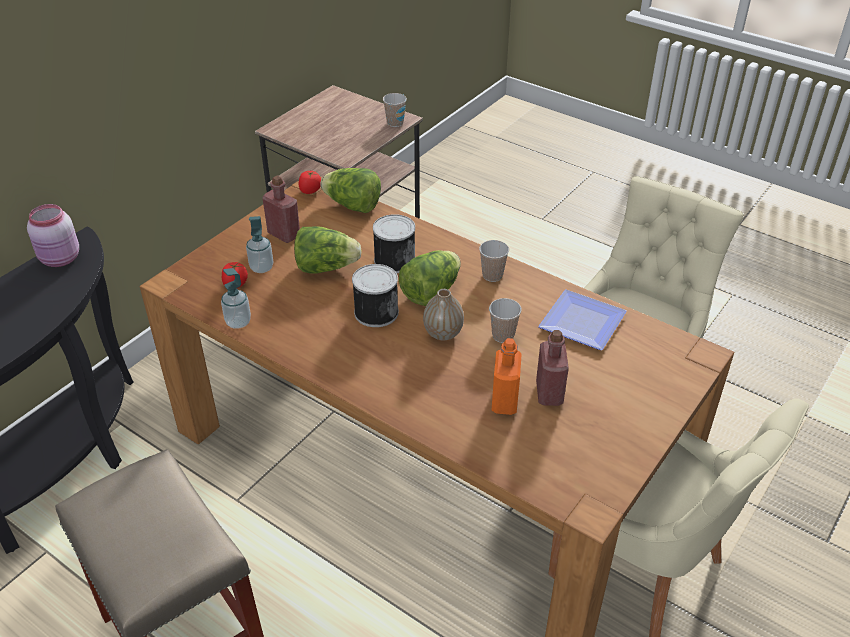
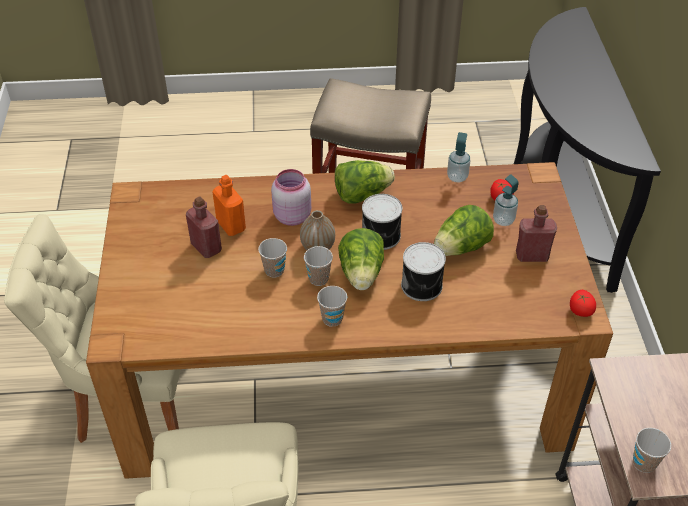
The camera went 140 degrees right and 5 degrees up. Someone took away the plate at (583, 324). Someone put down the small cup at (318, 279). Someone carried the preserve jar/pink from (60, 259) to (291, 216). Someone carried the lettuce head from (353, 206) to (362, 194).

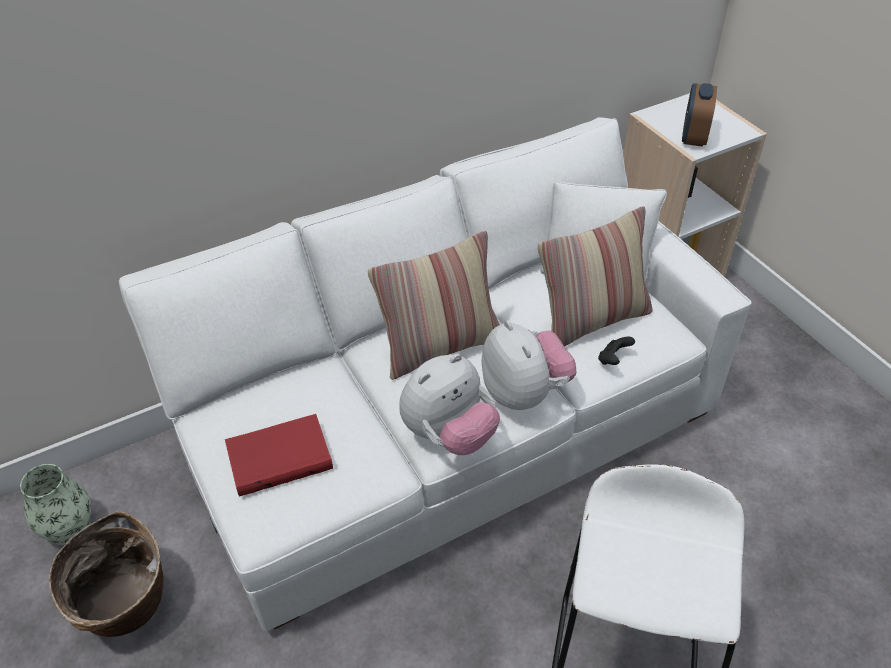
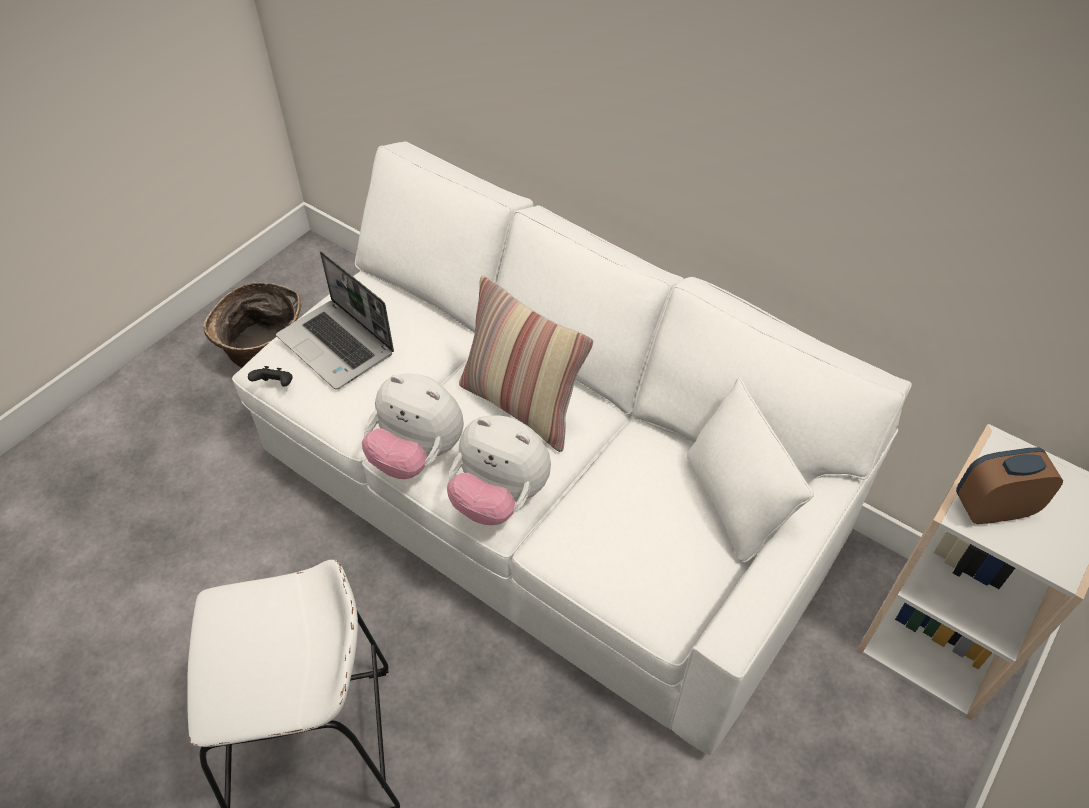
The camera went 65 degrees right and 5 degrees up. Someone took away the vase at (69, 527). Someone took away the cushion at (592, 321). Someone carried the gamepad/black from (613, 359) to (275, 385). Someone swapped the bound book/red at (280, 456) for the notebook computer at (338, 346). Someone rotated the plush toy at (524, 393) by 75 degrees clockwise.

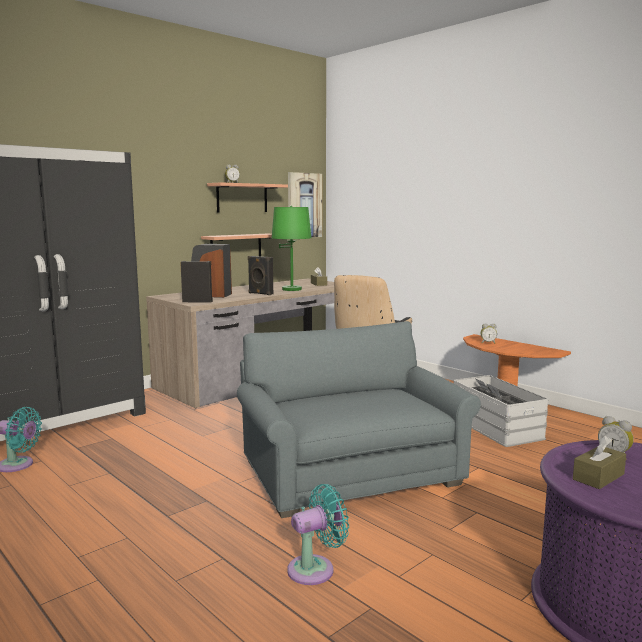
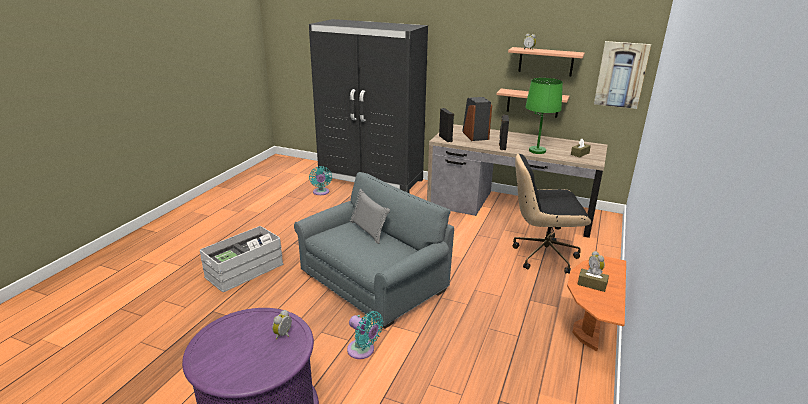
The camera went 65 degrees right and 15 degrees up. Someone put down the cushion/gray at (369, 231). Someone carried the fan/turquoise-coloured from (315, 569) to (363, 351). Someone carried the storage bin/gray from (495, 427) to (244, 269). Someone carried the tissue box/brownish from (598, 477) to (592, 284).

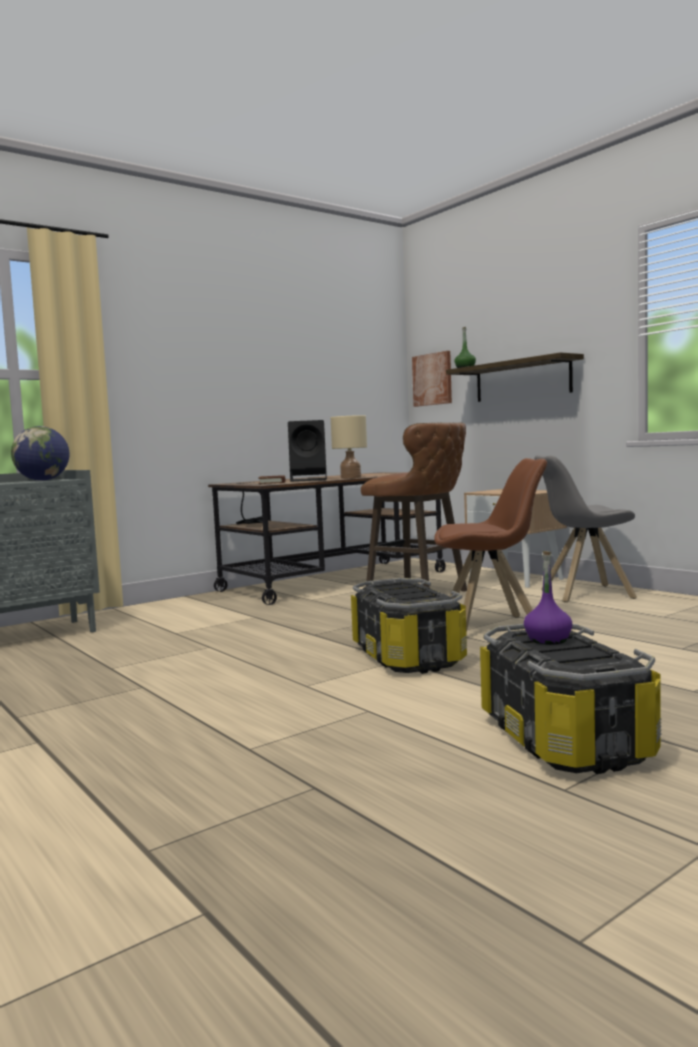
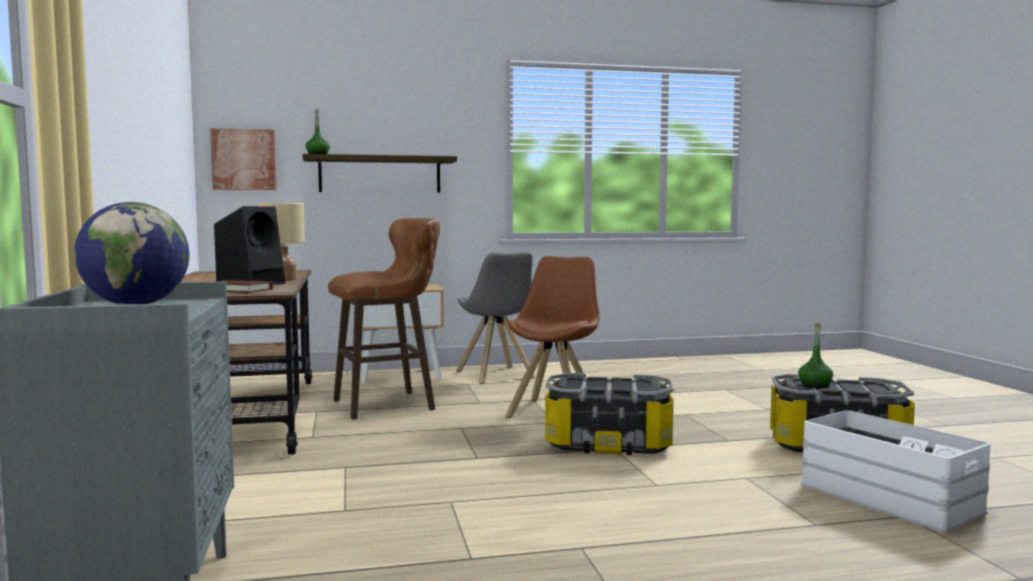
The camera went 65 degrees left and 0 degrees up. Someone put down the storage bin/whitish at (890, 497). Someone repainted the bottle/purplish at (548, 640), which became the bottle/greenish at (815, 385). Someone rotated the upright chair/gray at (585, 593) by 45 degrees counterclockwise.

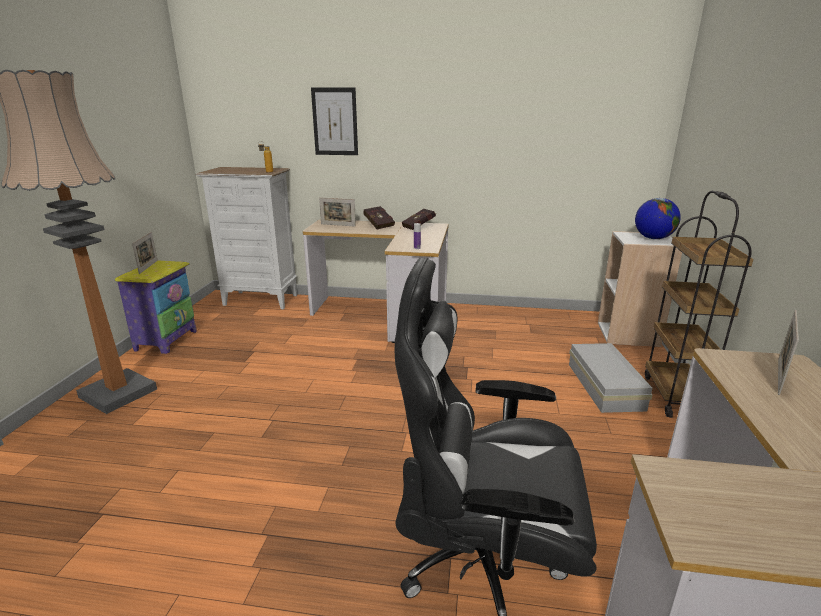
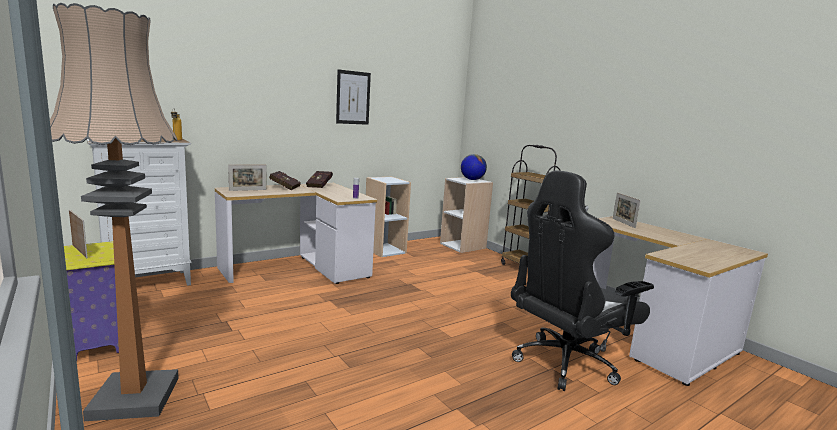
The camera went 45 degrees left and 10 degrees down. Someone took away the storage bin/whitish at (604, 387). Someone put down the bookshelf at (384, 250). Someone carried the picture from (335, 122) to (353, 97).

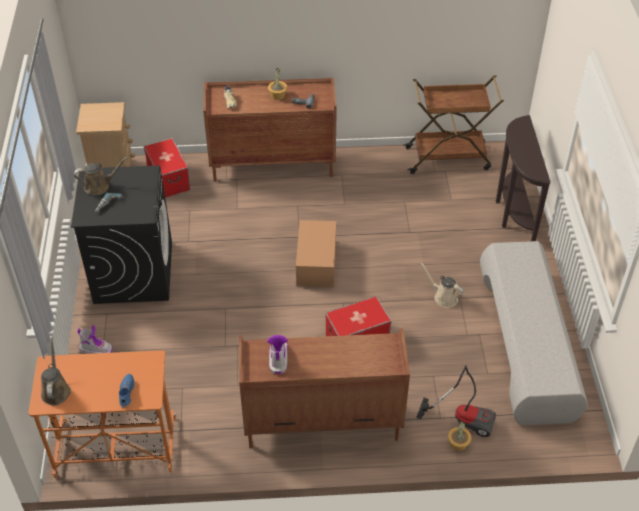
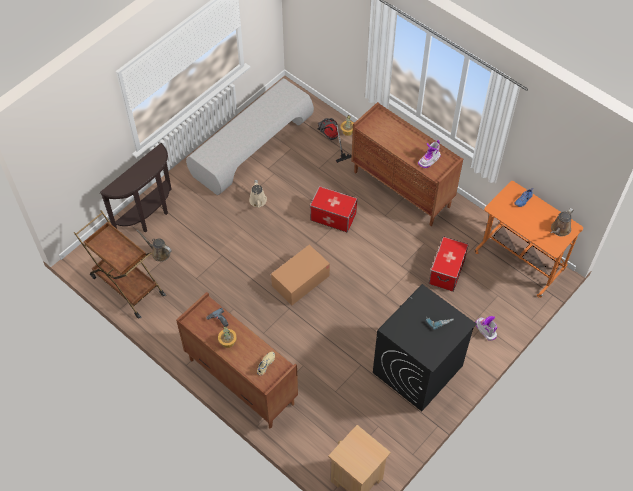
The camera went 135 degrees left and 10 degrees up. Someone carried the watering can/brownish from (99, 186) to (159, 253). Someone carried the storage bin from (168, 179) to (447, 271).

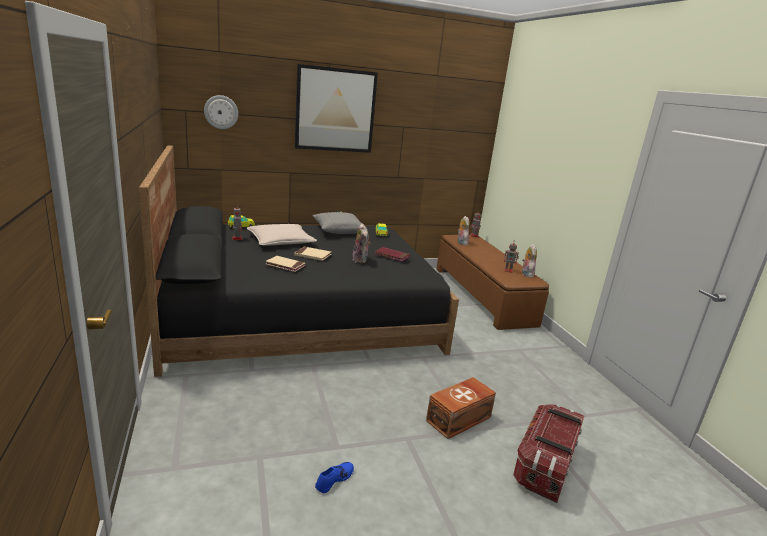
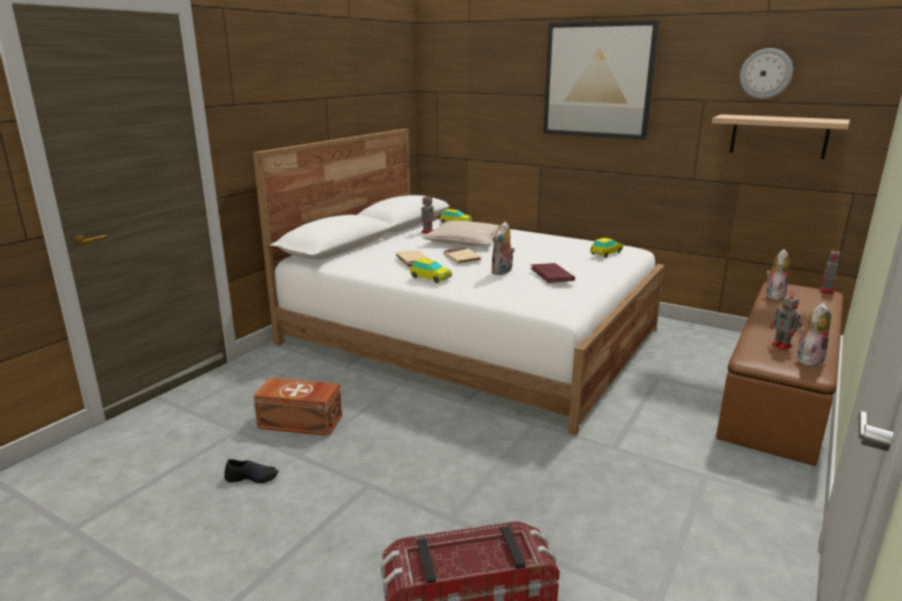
The camera went 50 degrees right and 0 degrees up. Someone took away the cushion/gray at (339, 231). Someone put down the toy car at (430, 278). Someone put up the shelf at (778, 136). Someone carried the clock on the wall from (221, 112) to (766, 73). Someone carried the storage bin/brownish from (460, 419) to (301, 423). Someone repainted the bedroom bed/black at (299, 315), which became the bedroom bed/whitish at (469, 336). Someone repainted the item of footwear/blue at (334, 479), which became the item of footwear/black at (252, 477).

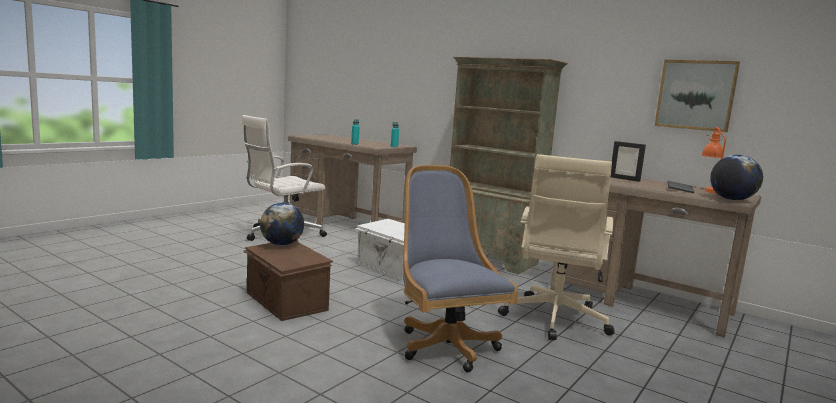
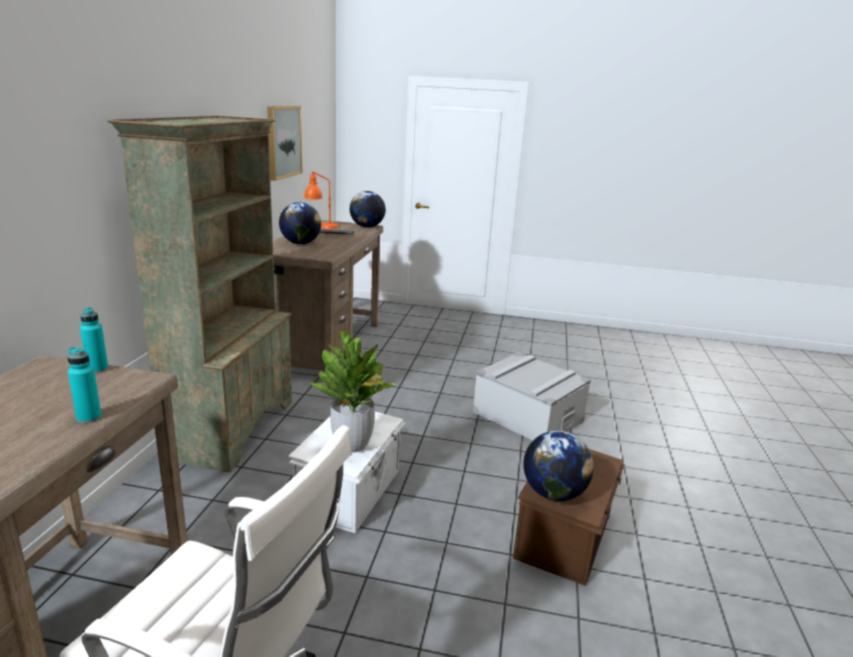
The camera went 115 degrees left and 10 degrees up. Someone took away the office chair/beige at (554, 320). Someone put down the potted plant at (352, 445). Someone swapped the office chair/blue at (444, 343) for the storage bin/gray at (527, 416). Someone swapped the standing frame at (624, 179) for the desk globe at (300, 243).

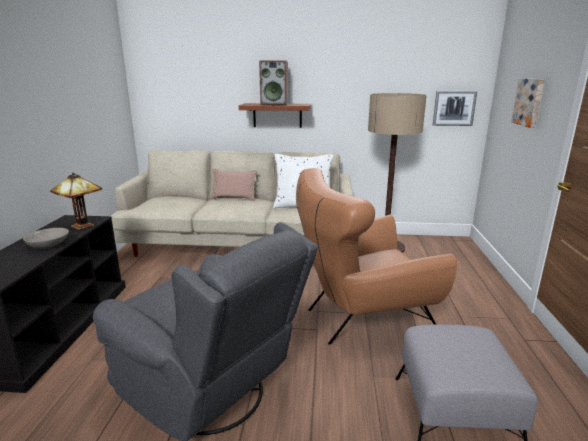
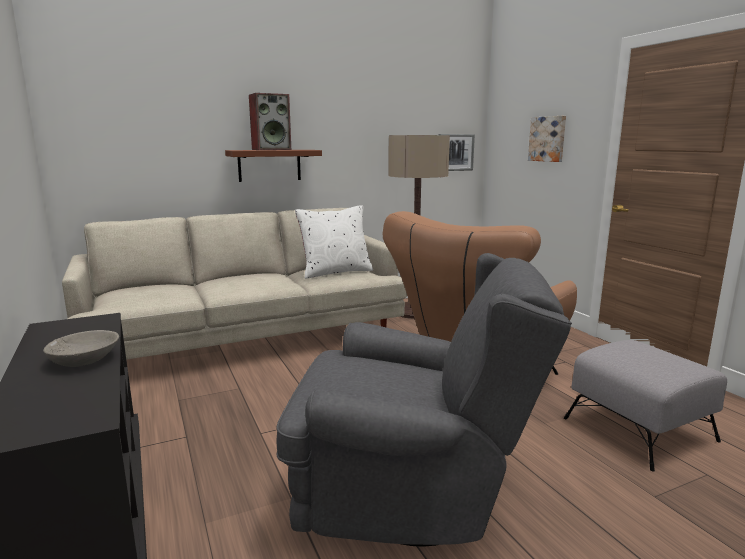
The camera went 30 degrees left and 5 degrees down. Someone took away the tabletop lamp at (83, 225). Someone took away the cushion/beige at (234, 198).

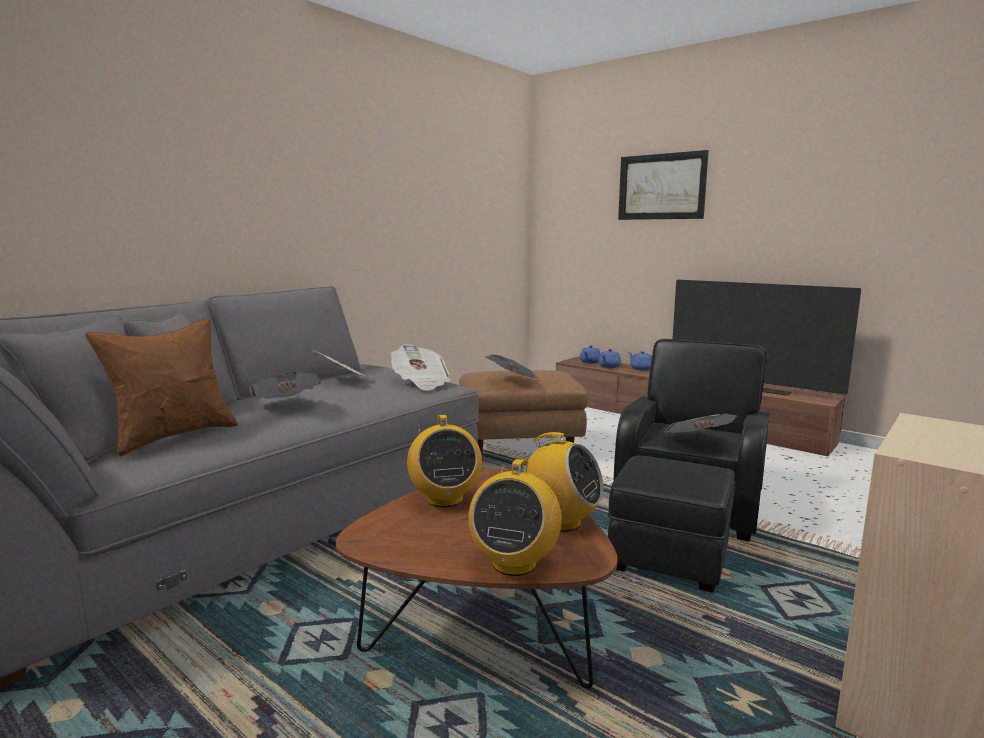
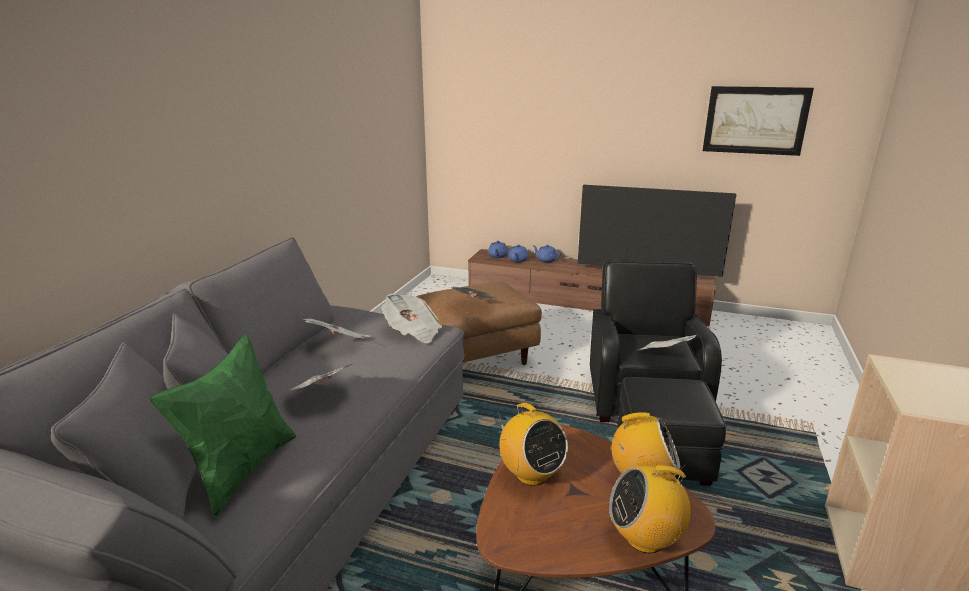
The camera went 20 degrees left and 10 degrees up. Someone carried the picture from (661, 187) to (755, 120). Someone repainted the cushion/brownish at (173, 436), which became the cushion/greenish at (242, 469). Someone rotated the radio set at (514, 563) by 90 degrees clockwise.

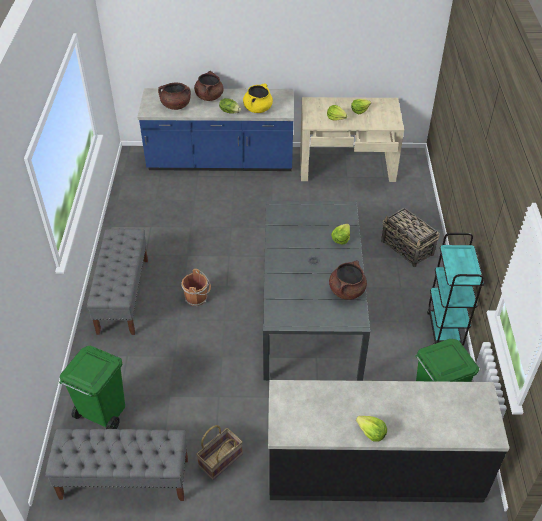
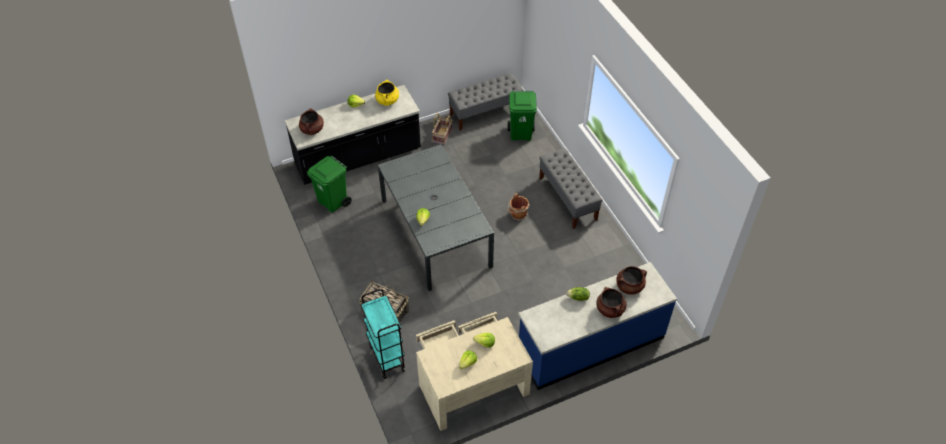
The camera went 155 degrees right and 5 degrees up. Someone carried the cooking pot/yellowish from (258, 109) to (387, 101). Someone carried the cooking pot/brownish from (347, 291) to (312, 130). Someone carried the wheeled cart/turquoise-coloured from (444, 332) to (386, 359).

